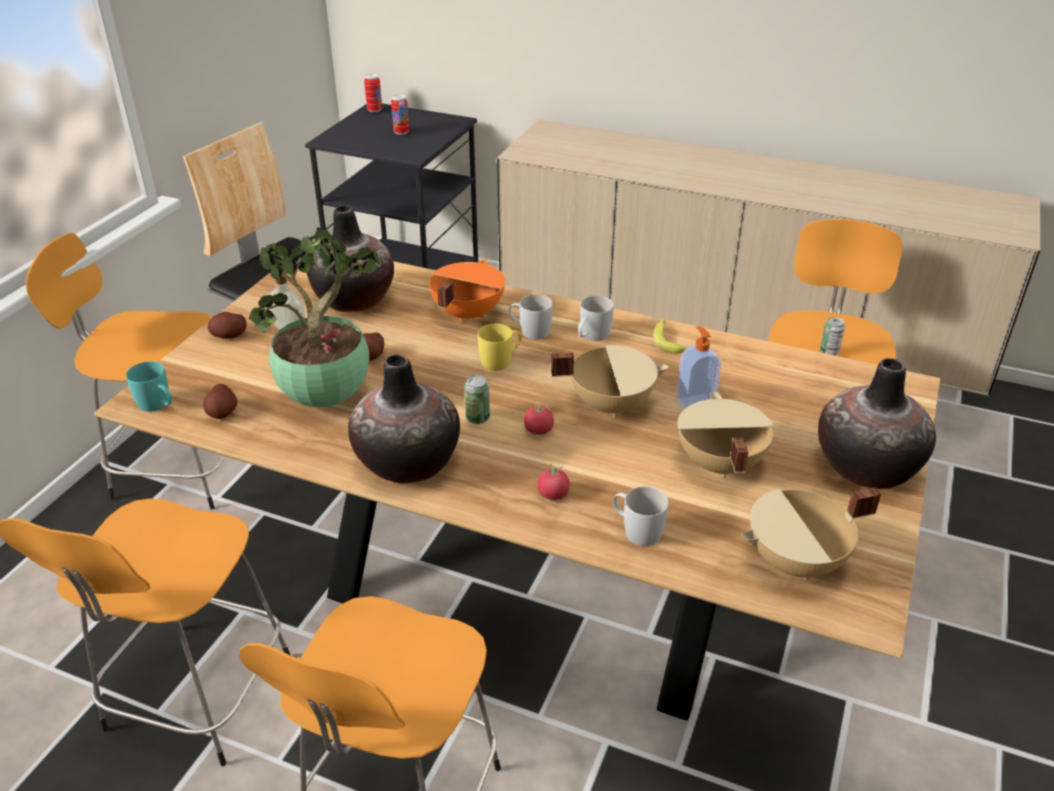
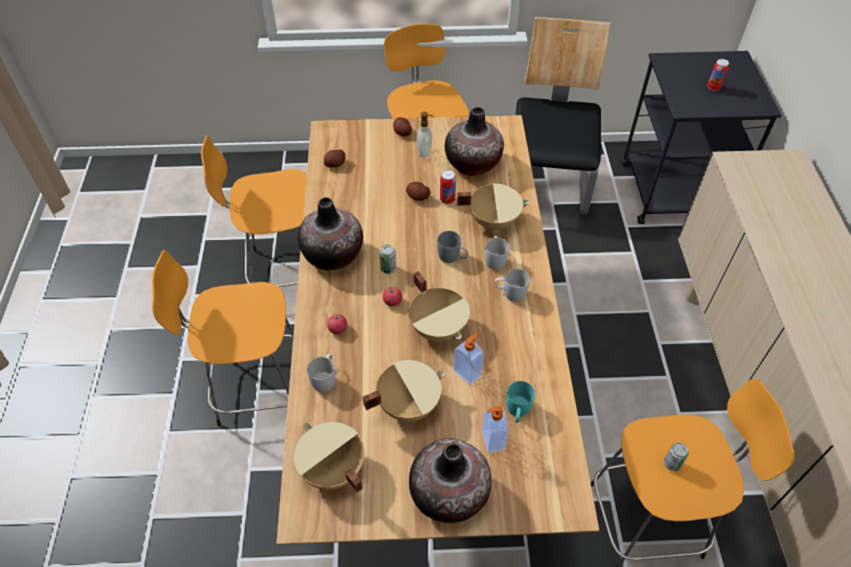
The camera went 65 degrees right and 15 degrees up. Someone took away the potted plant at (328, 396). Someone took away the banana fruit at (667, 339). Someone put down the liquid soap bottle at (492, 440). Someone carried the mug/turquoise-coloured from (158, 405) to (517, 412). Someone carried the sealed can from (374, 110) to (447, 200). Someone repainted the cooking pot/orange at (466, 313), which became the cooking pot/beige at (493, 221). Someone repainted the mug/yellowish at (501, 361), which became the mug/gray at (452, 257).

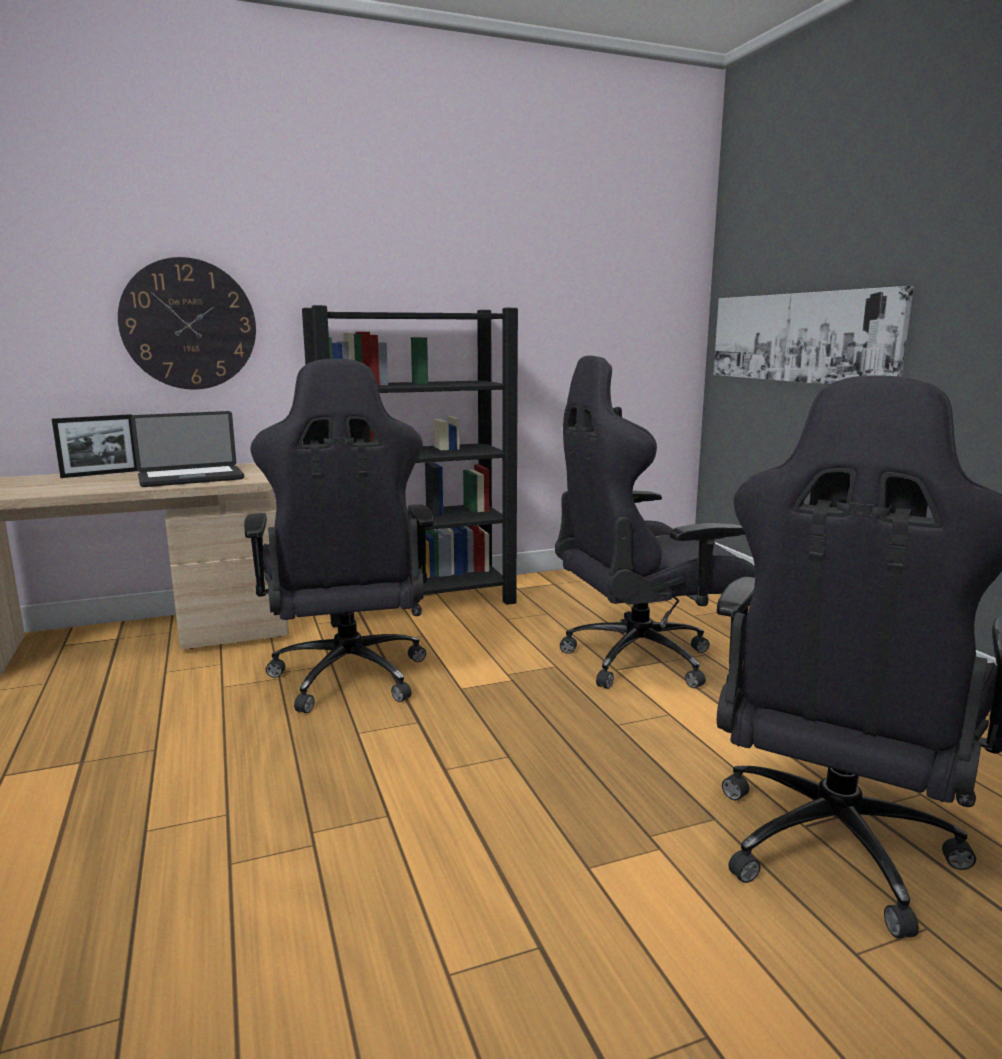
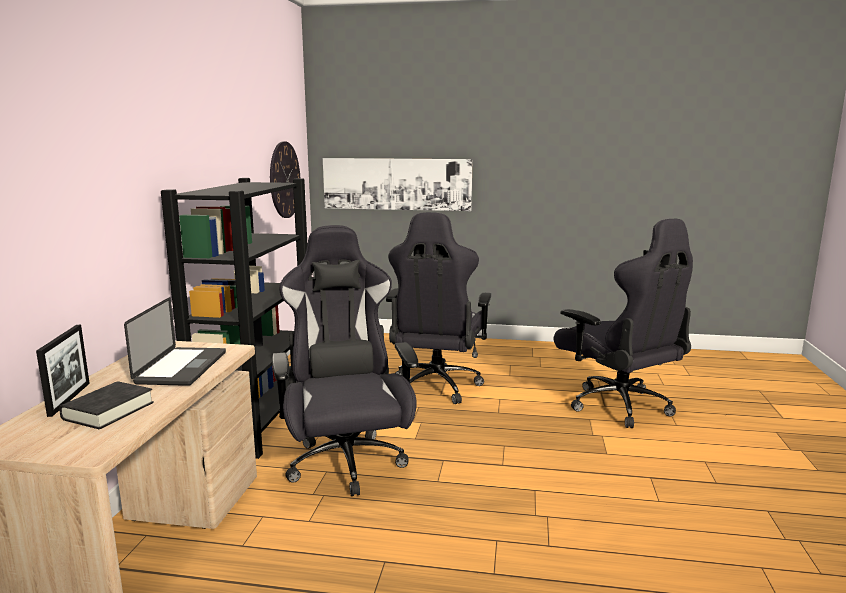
The camera went 60 degrees left and 0 degrees up. Someone put down the bound book/black at (108, 411). Someone carried the clock on the wall from (189, 324) to (284, 180). Someone rotated the office chair/black at (348, 673) by 120 degrees counterclockwise.

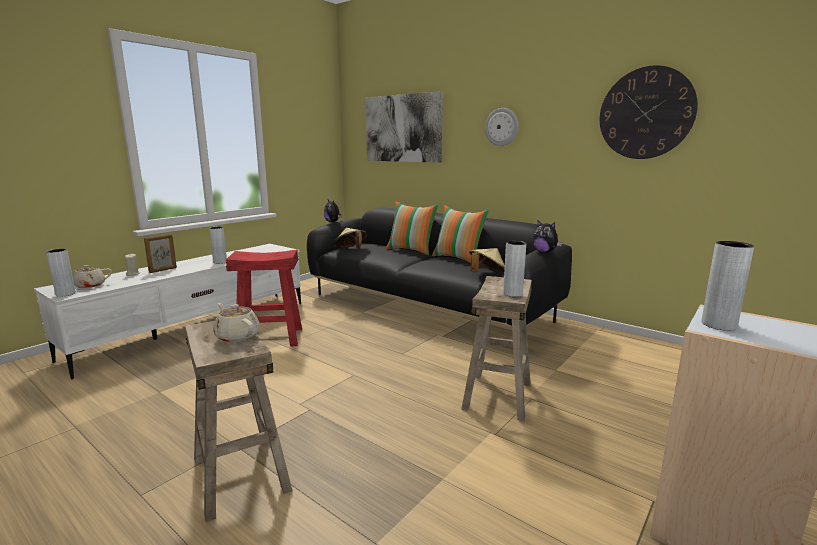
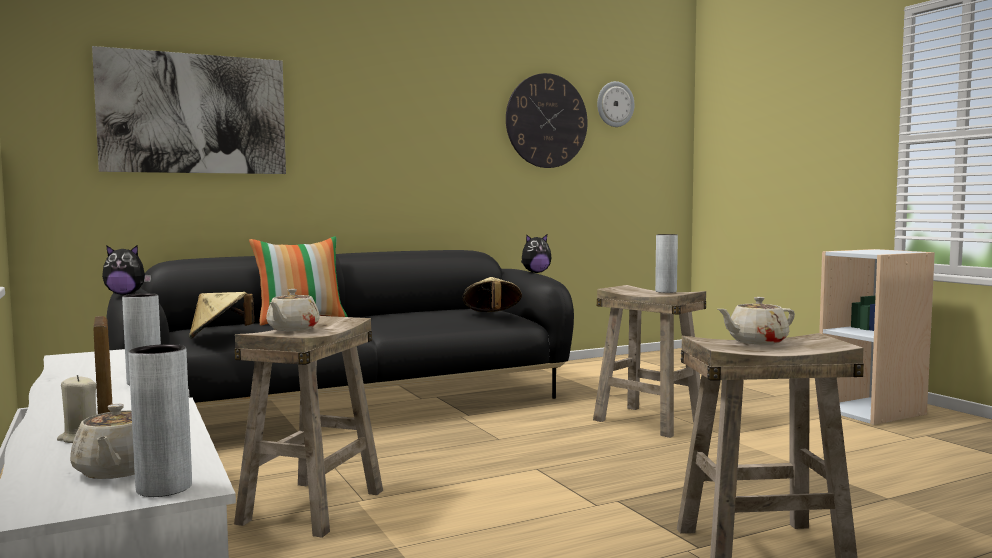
The camera went 65 degrees left and 10 degrees down. Someone took away the cushion at (458, 258). Someone took away the vase/gray at (718, 325). Someone put down the pot for tea/beige at (292, 329). Someone carried the clock on the wall from (502, 127) to (615, 104). Someone repainted the stool seat/red at (270, 338), which became the stool seat/beige at (312, 506).

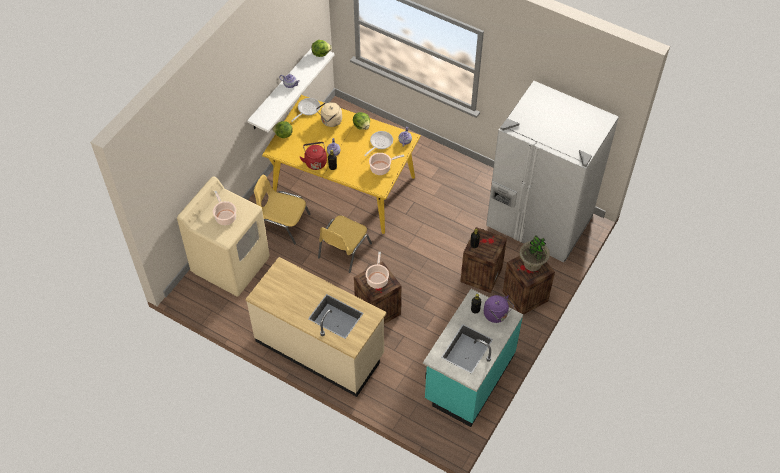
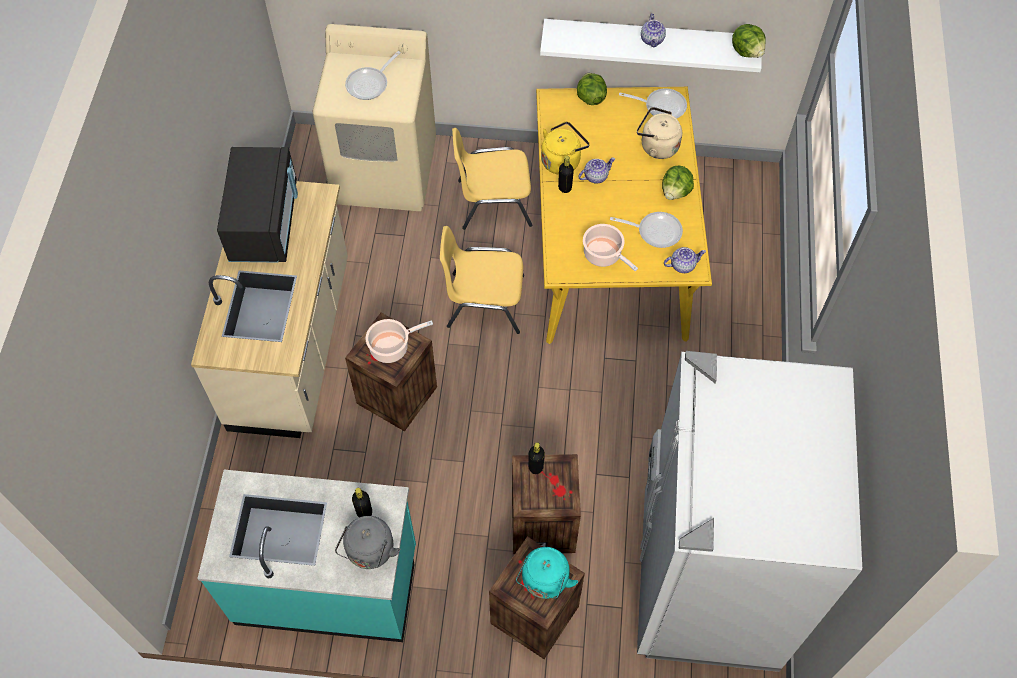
The camera went 65 degrees right and 5 degrees up. Someone put down the microwave oven/black at (265, 222). Someone swapped the cooking pot at (225, 216) for the skillet at (370, 84). Someone swapped the potted plant at (532, 264) for the tea kettle/turquoise-coloured at (544, 582). Someone repainted the tea kettle/red at (315, 161), which became the tea kettle/yellowish at (562, 160). Someone repainted the tea kettle/purplish at (497, 315), which became the tea kettle/gray at (369, 552). Someone rotated the upright chair/yellowish at (283, 223) by 90 degrees counterclockwise.

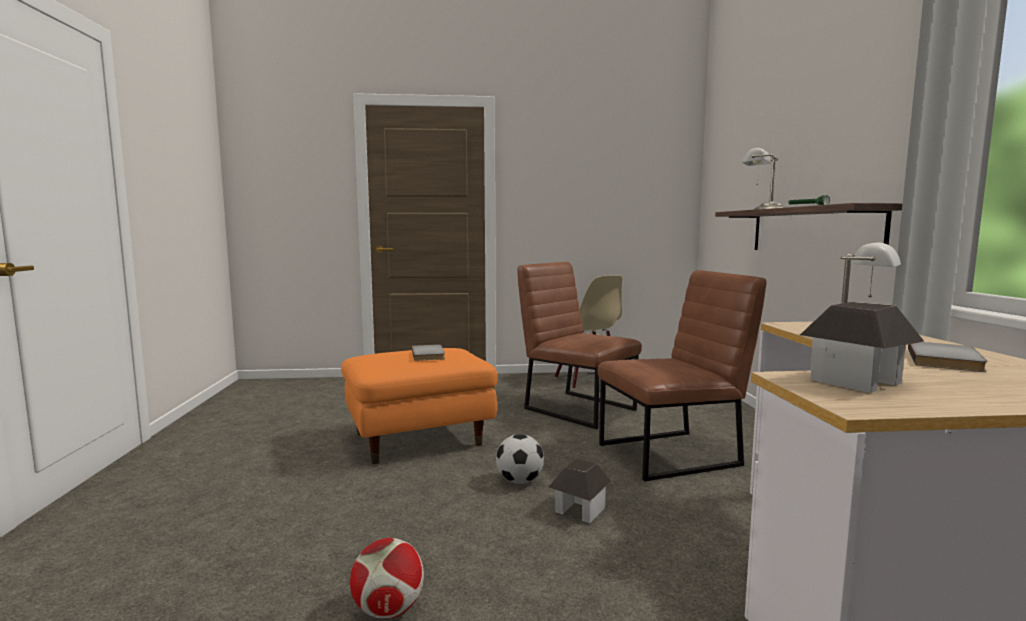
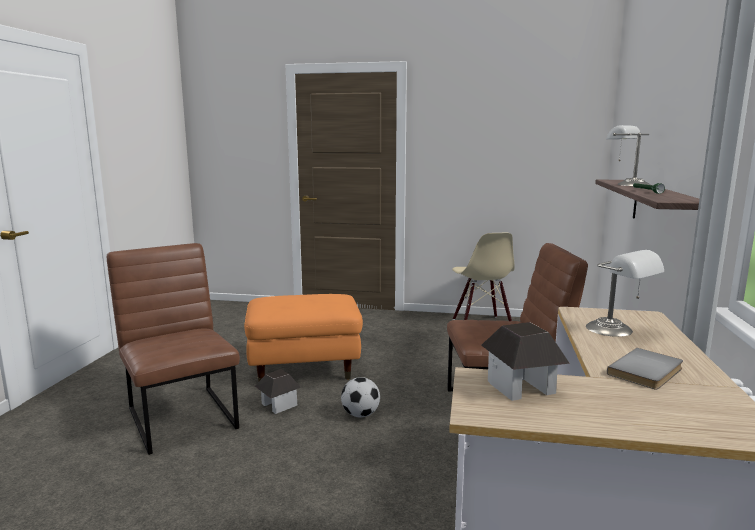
The camera went 15 degrees right and 5 degrees up. Someone took away the ball for football at (389, 610). Someone took away the bound book/gray at (429, 354). Someone carried the upright chair/brownish from (577, 408) to (182, 416). Someone carried the toy house from (579, 510) to (278, 405).

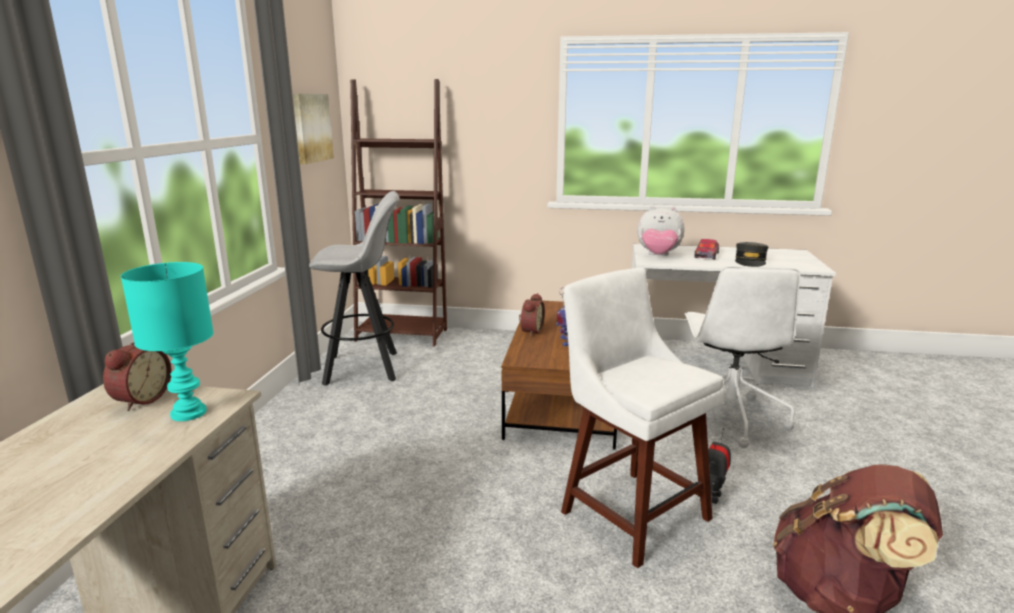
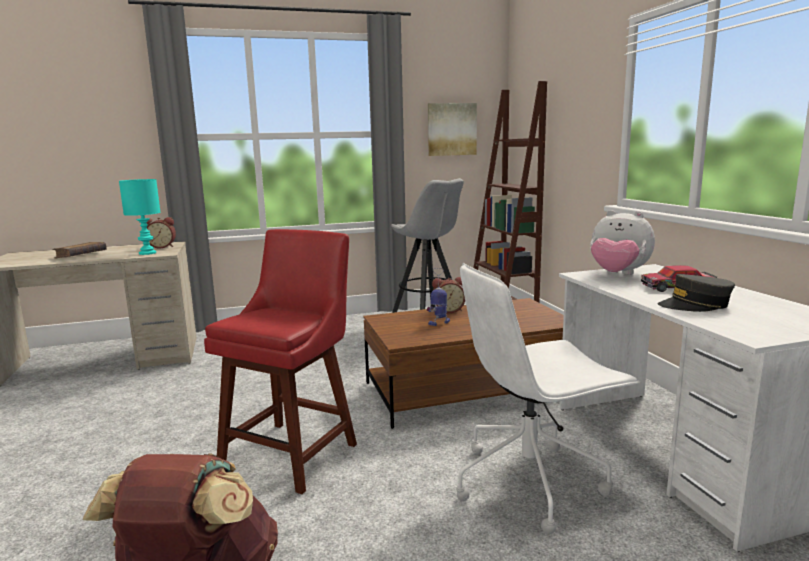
The camera went 65 degrees right and 5 degrees down. Someone took away the toy robot at (713, 496). Someone put down the bound book/brownish at (81, 255). Someone repainted the upright chair/whitish at (630, 511), which became the upright chair/red at (294, 451). Someone rotated the plush toy at (658, 256) by 45 degrees counterclockwise.

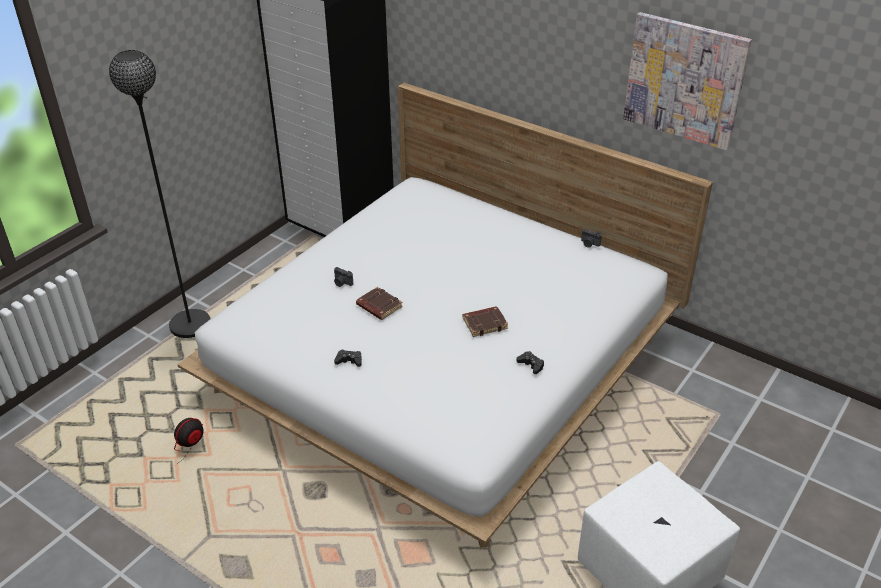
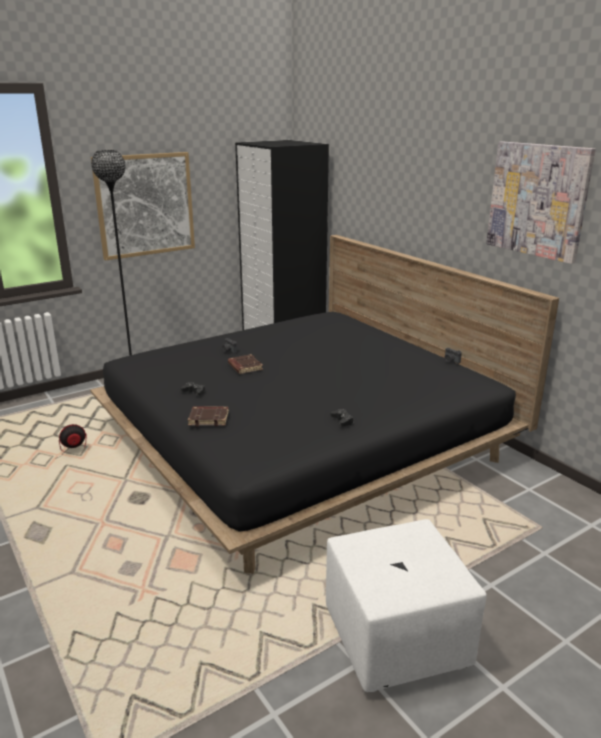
The camera went 20 degrees right and 15 degrees down. Someone put up the picture at (145, 205). Someone carried the bound book/brownish from (485, 323) to (209, 418). Someone repainted the bedroom bed/whitish at (441, 364), which became the bedroom bed/black at (300, 441).

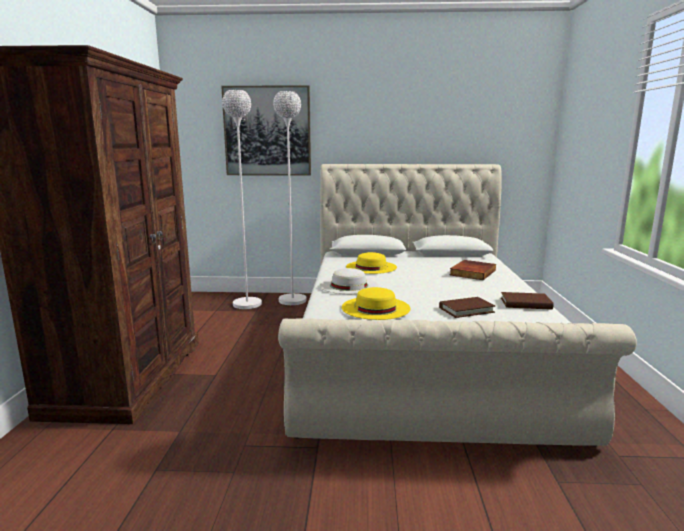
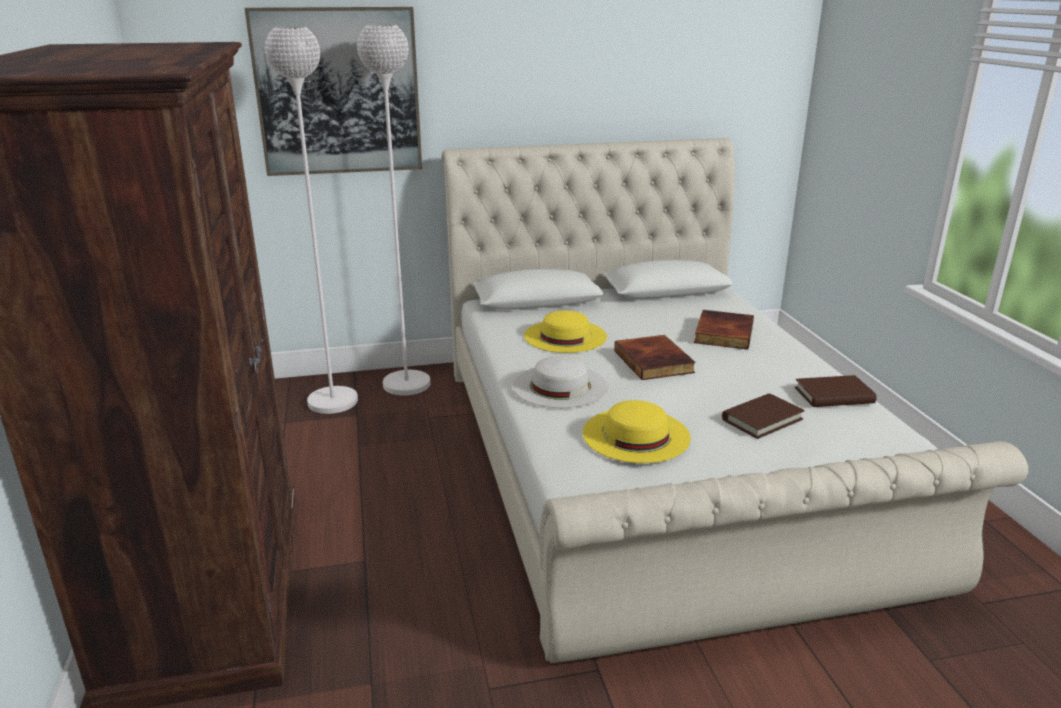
The camera went 15 degrees left and 10 degrees up. Someone put down the bound book at (655, 361).

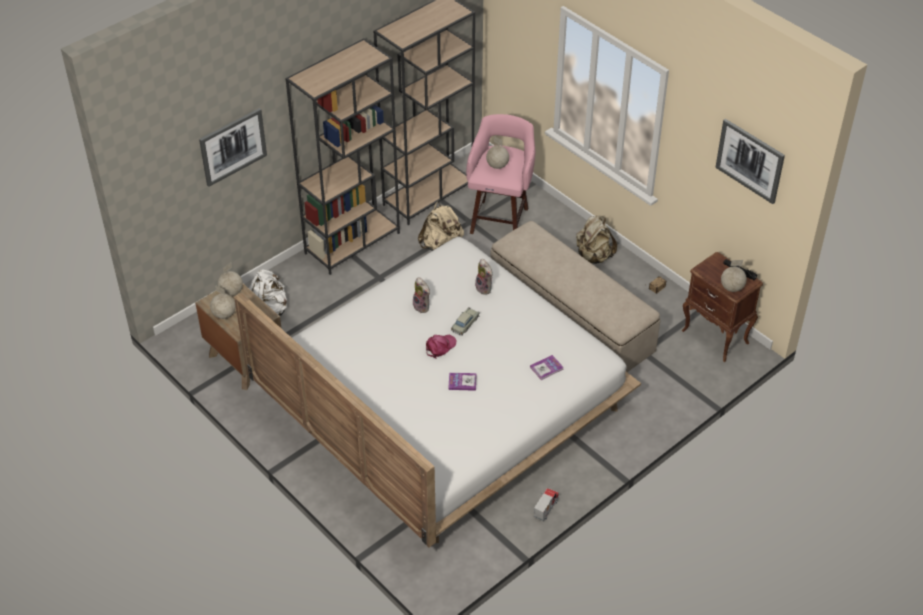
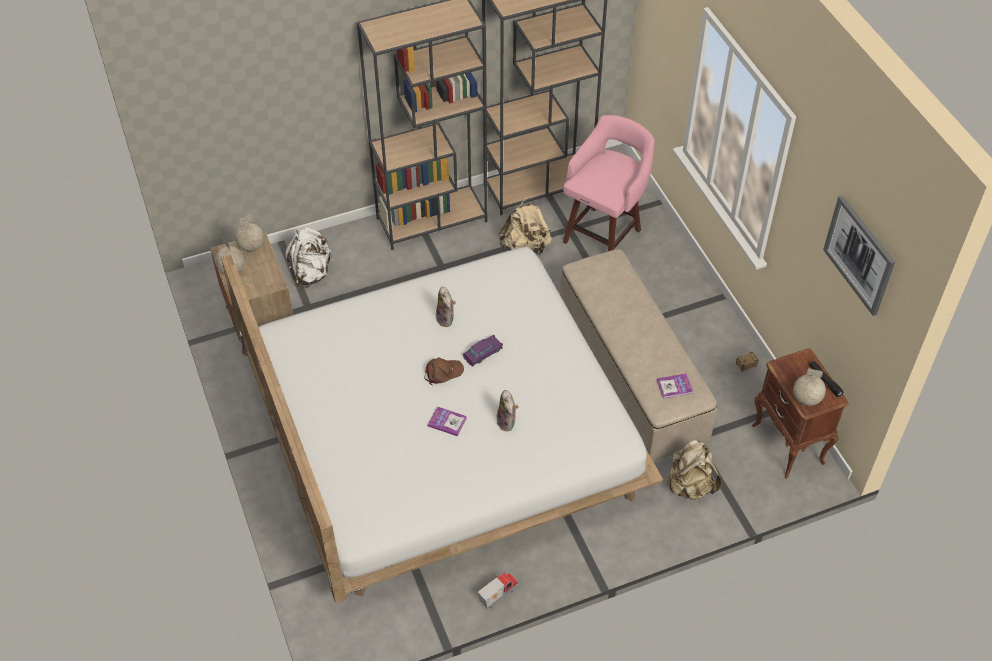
The camera went 20 degrees right and 5 degrees up. Someone took away the picture at (233, 146). Someone took away the desk globe at (497, 166). Someone carried the plush toy from (485, 288) to (507, 422). Someone carried the bound book from (546, 368) to (674, 386). Someone carried the rucksack/beige from (593, 257) to (690, 485). Someone repainted the baseball cap/pink at (440, 347), which became the baseball cap/brownish at (443, 372). Someone repainted the toy car/beige at (465, 324), which became the toy car/purplish at (483, 353).

